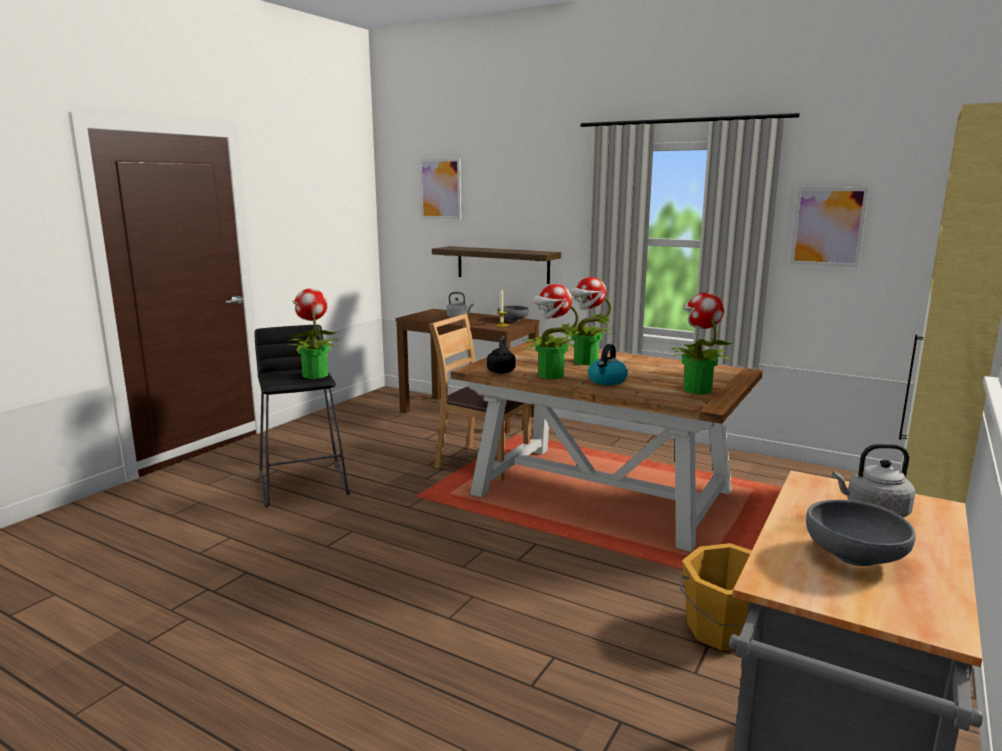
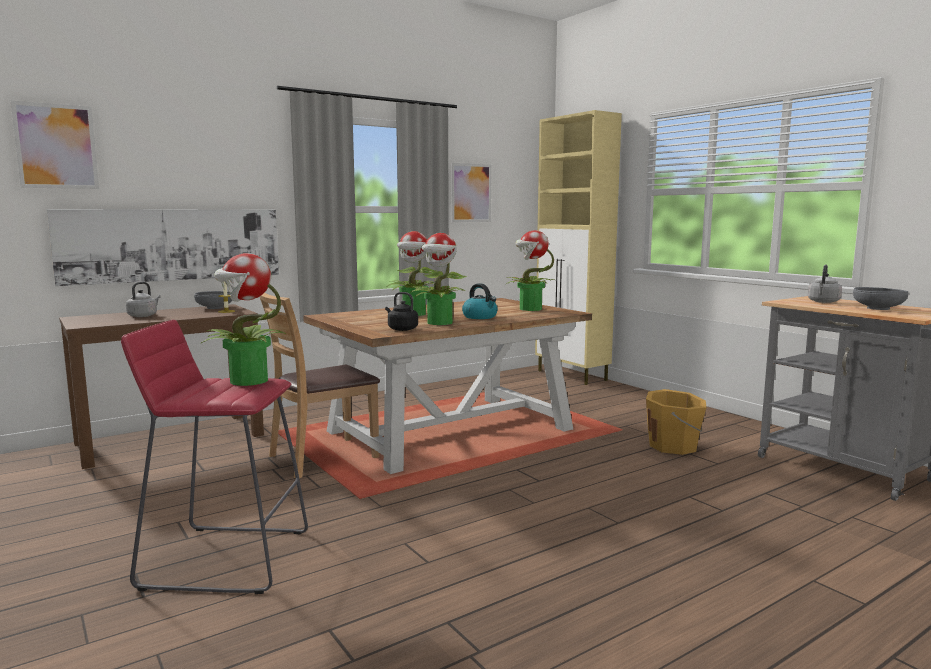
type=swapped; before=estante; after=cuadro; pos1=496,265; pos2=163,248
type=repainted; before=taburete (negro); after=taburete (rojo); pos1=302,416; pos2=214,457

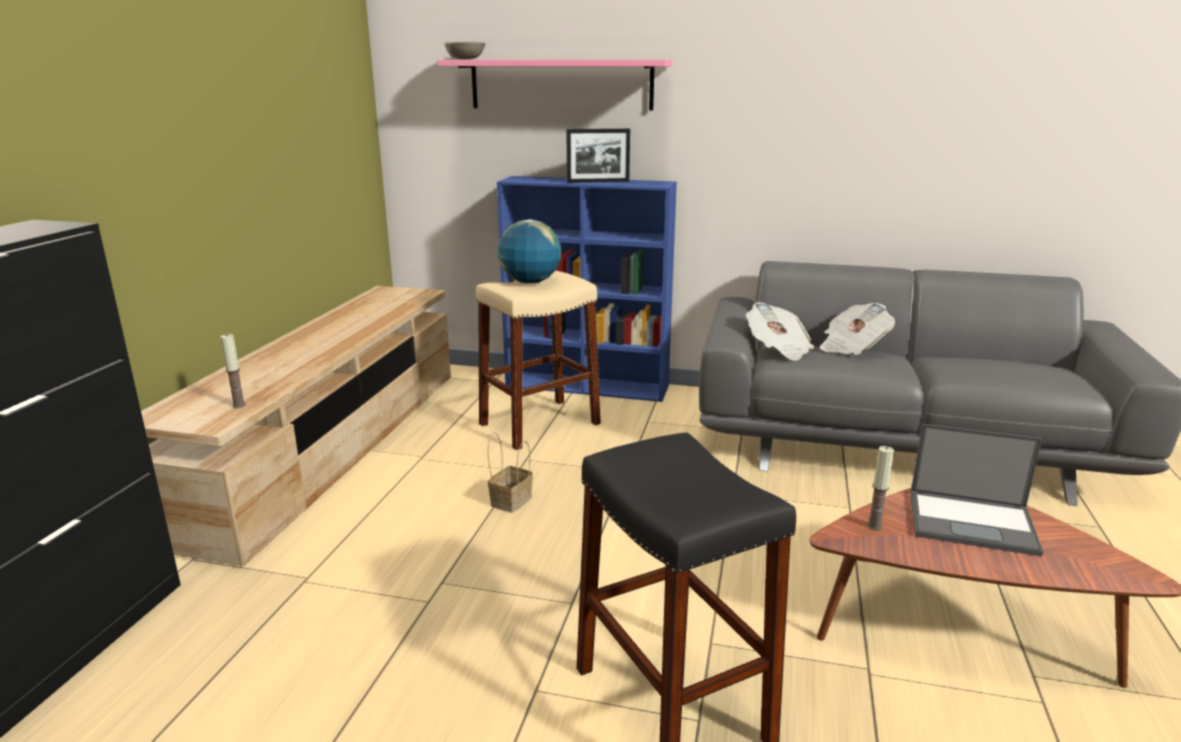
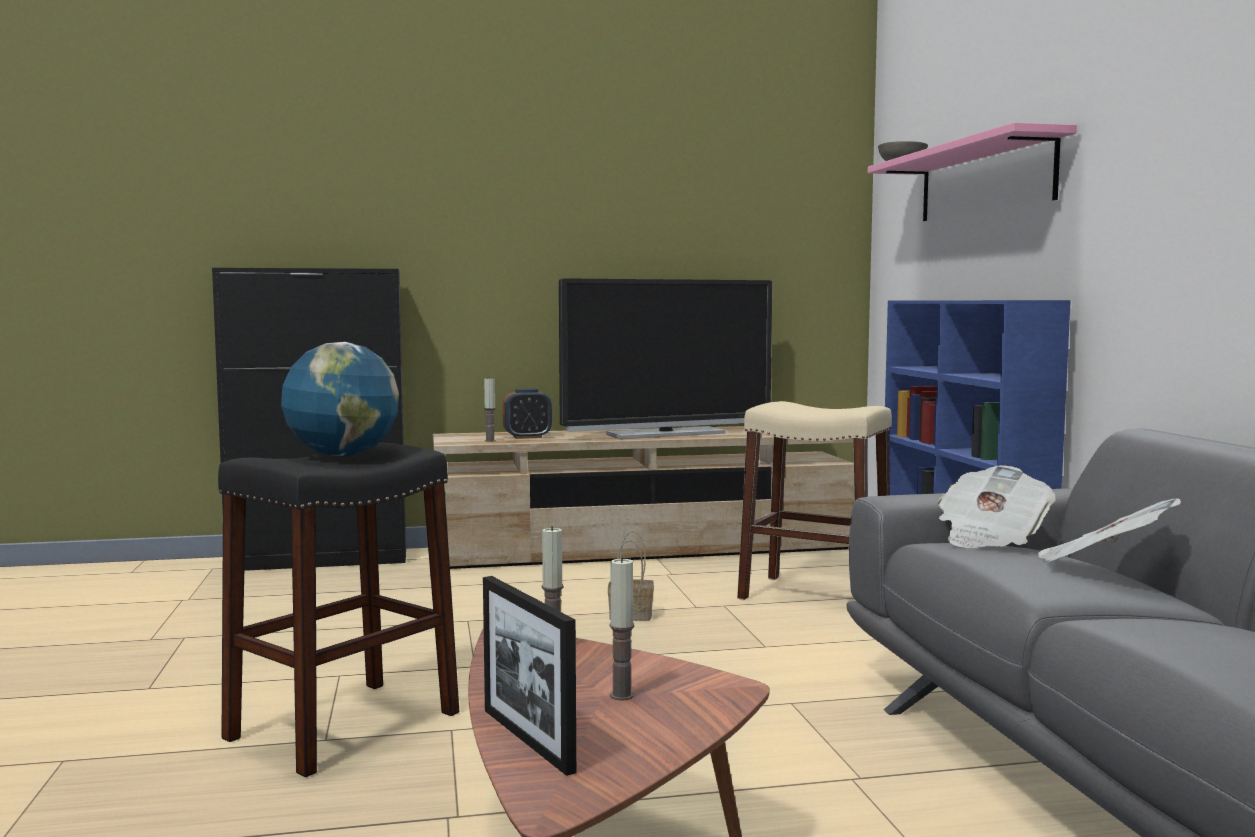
type=new; after=despertador; pos2=527,413
type=new; after=televisor; pos2=666,358
type=shifted; before=globo terráqueo; pos1=529,251; pos2=340,399
type=shifted; before=portarretratos; pos1=598,156; pos2=529,676
type=swapped; before=portátil; after=vela; pos1=976,490; pos2=621,629

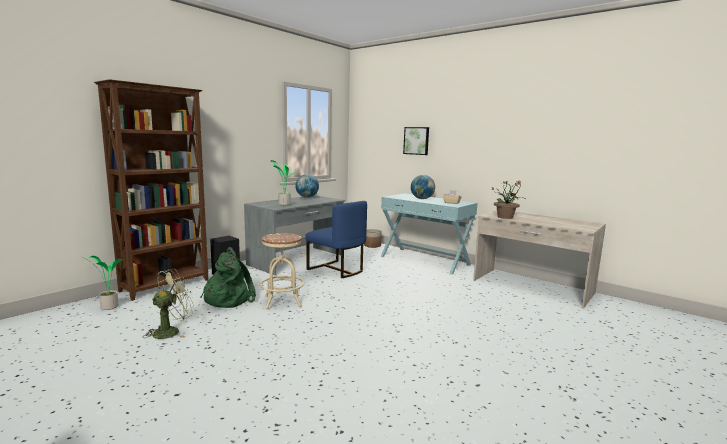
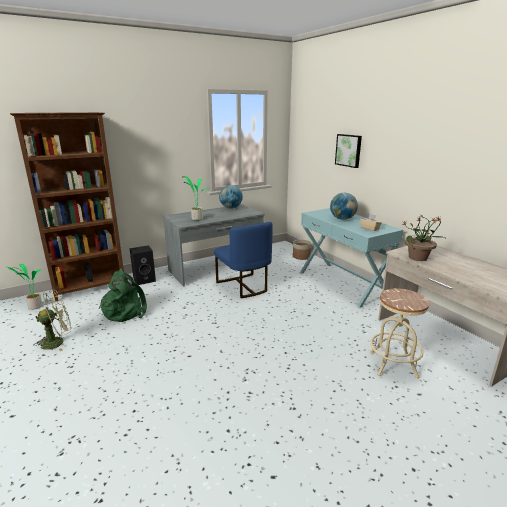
type=shifted; before=taburete (beis); pos1=282,271; pos2=399,333

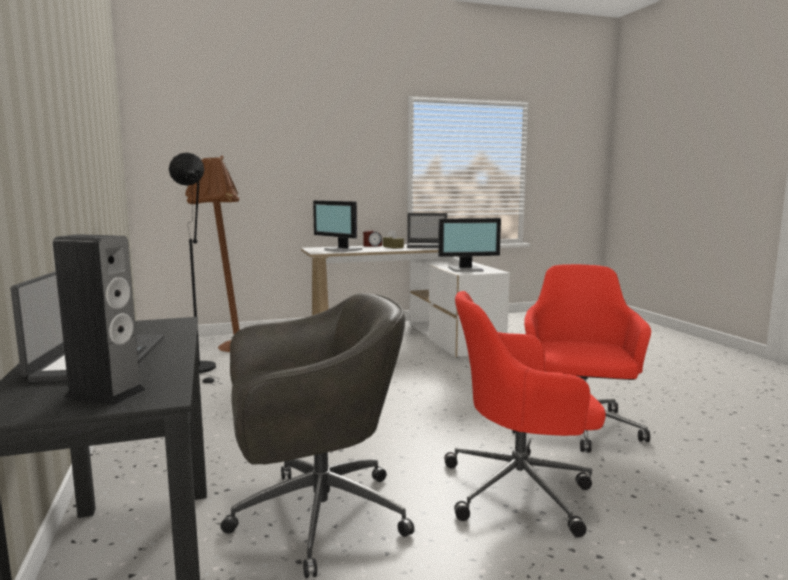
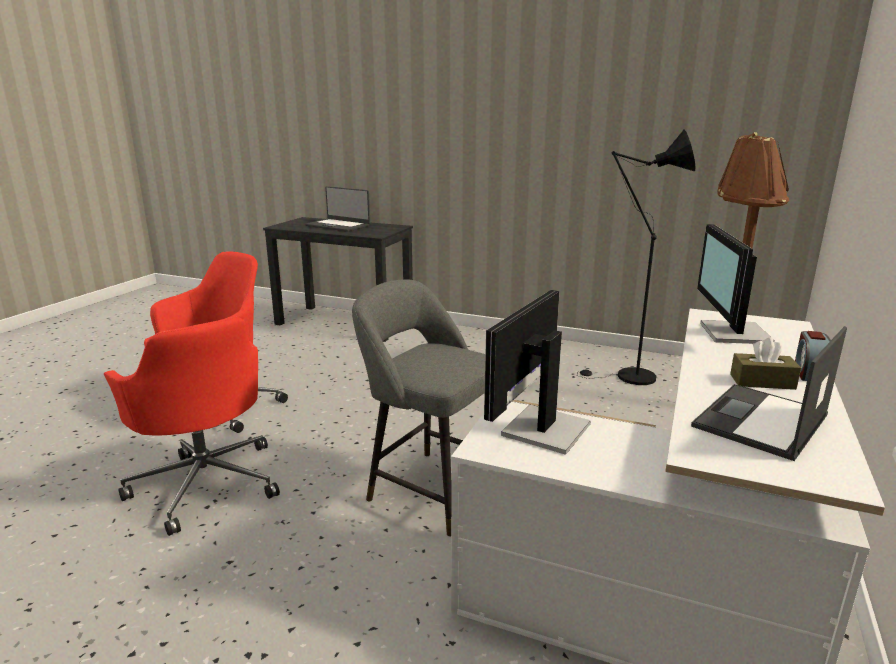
type=gone; before=altavoz; pos1=99,319
type=gone; before=silla de oficina (gris); pos1=317,435
type=new; after=taburete (gris); pos2=419,408
type=rotated; before=monitor; pos1=337,226; pos2=736,284; turn=-75

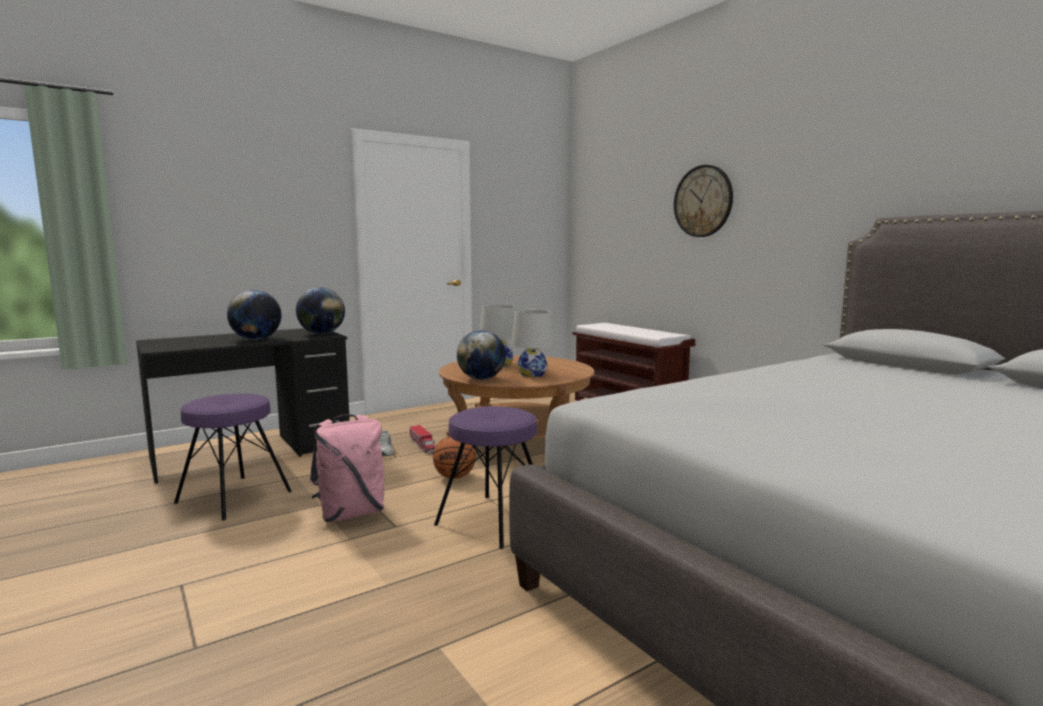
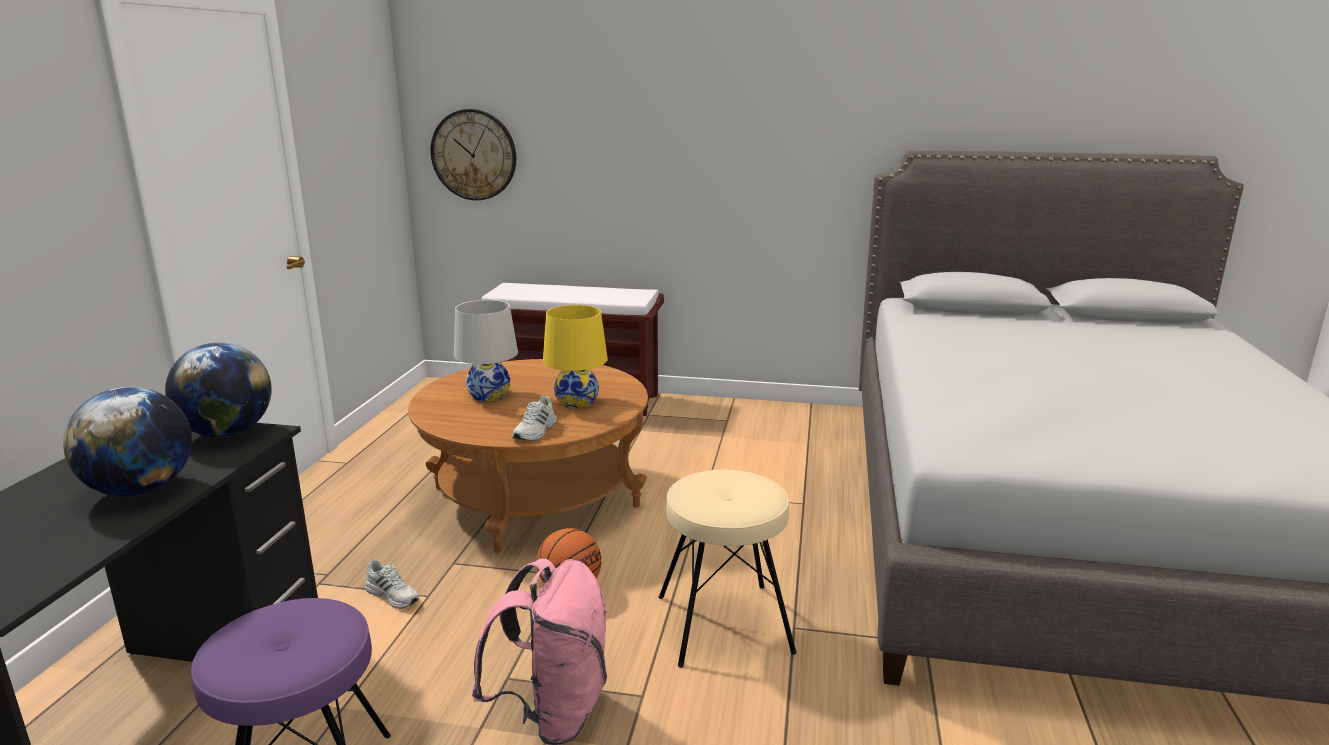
type=gone; before=camión de juguete; pos1=423,439
type=shifted; before=reloj de pared; pos1=703,201; pos2=473,155
type=swapped; before=globo terráqueo; after=zapato (blanco); pos1=481,355; pos2=534,418
type=repainted; before=taburete (morado); after=taburete (beis); pos1=485,477; pos2=727,569
type=repainted; before=lámpara de mesa (blanco); after=lámpara de mesa (amarillo); pos1=532,343; pos2=575,356

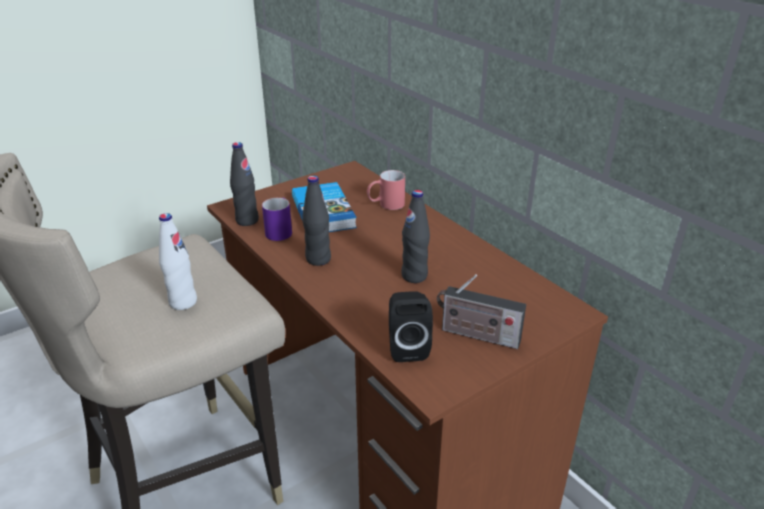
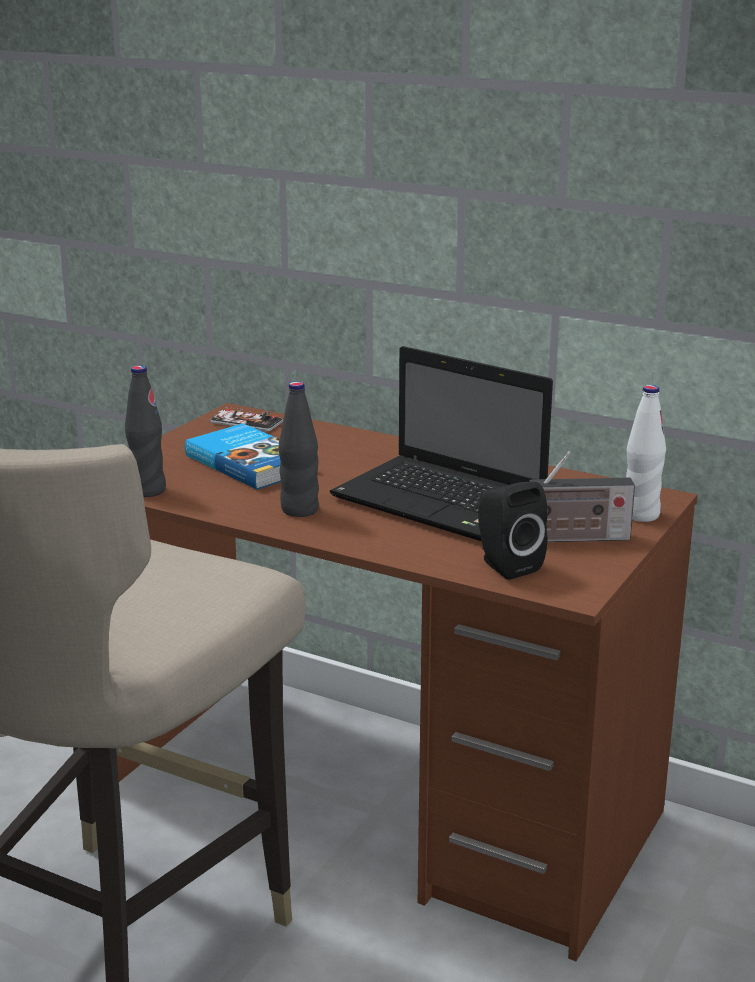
type=gone; before=taza grande (morado); pos1=277,219
type=gone; before=taza grande (rojo); pos1=386,190
type=new; after=móvil; pos2=246,419
type=shifted; before=botella (blanco); pos1=178,261; pos2=646,453
type=swapped; before=botella (negro); after=portátil; pos1=415,236; pos2=441,443

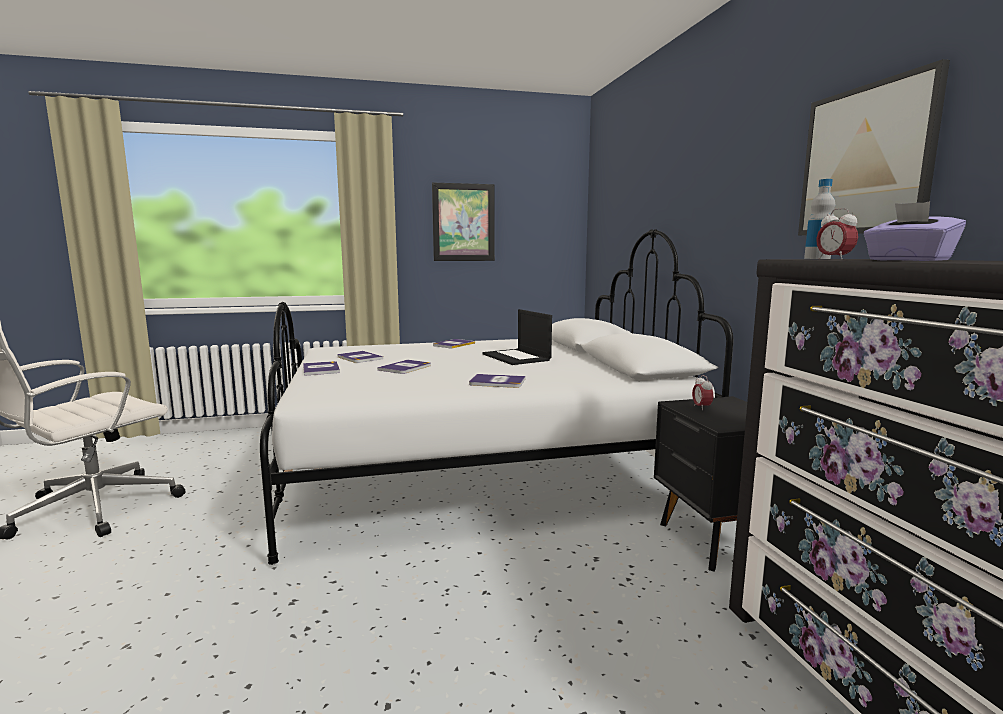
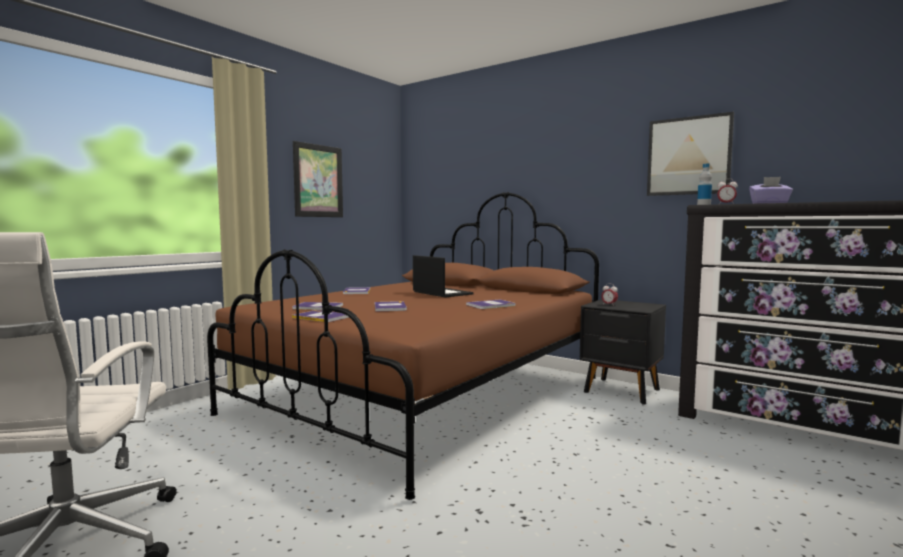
type=repainted; before=cama (blanco); after=cama (marrón); pos1=496,397; pos2=403,346
type=rotated; before=portátil; pos1=517,337; pos2=443,276; turn=-150

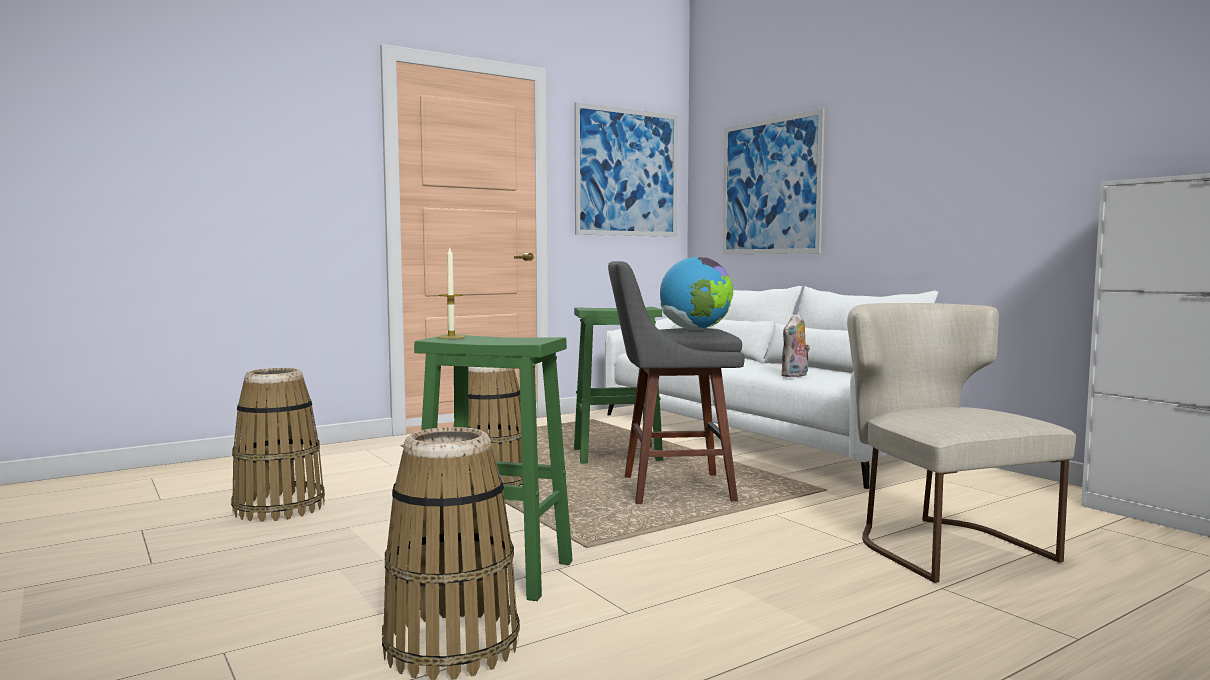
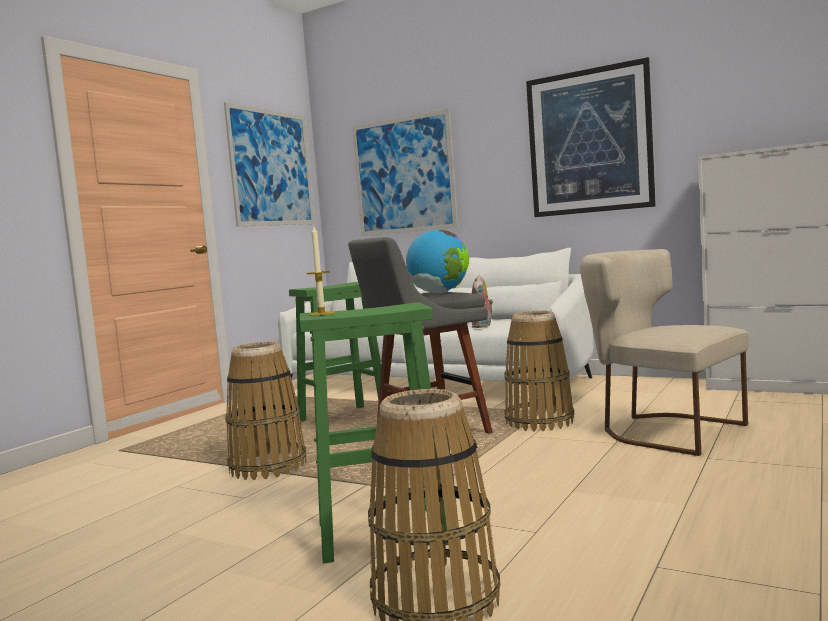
type=new; after=cuadro; pos2=591,137
type=shifted; before=cesta; pos1=278,445; pos2=539,371

